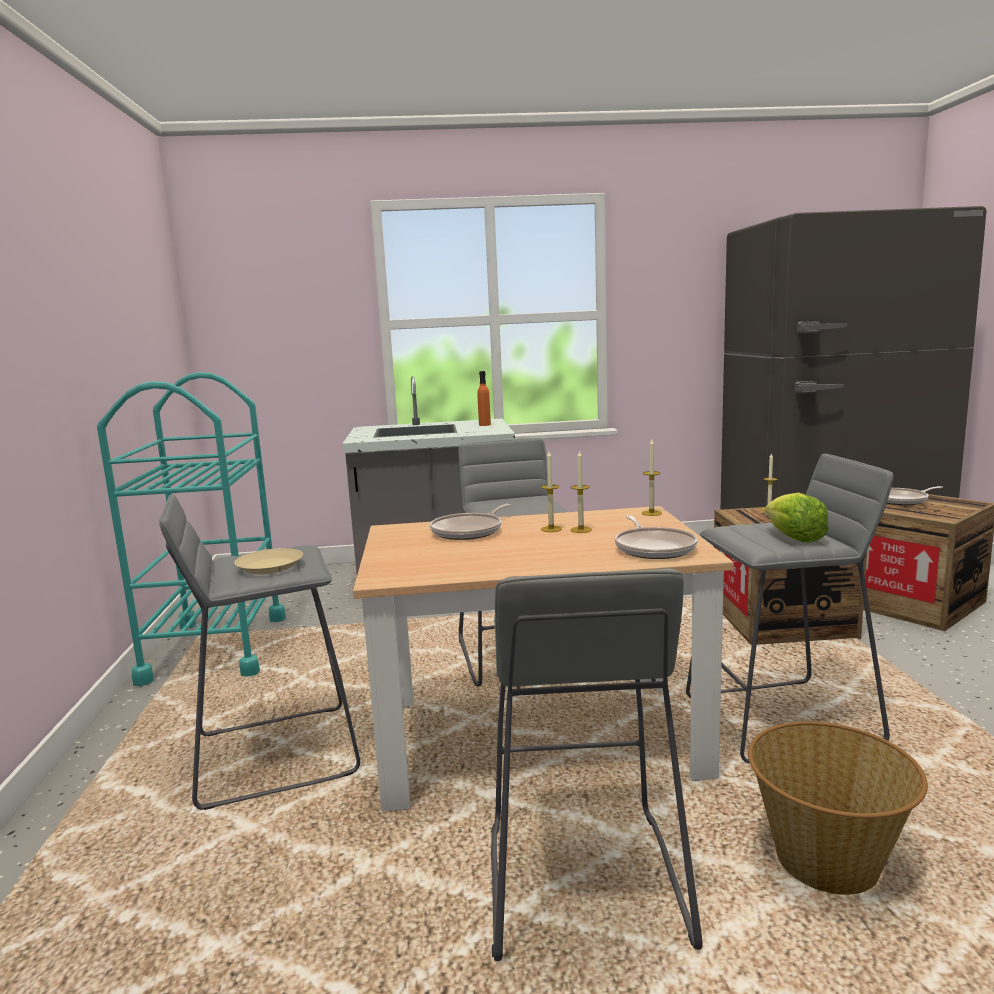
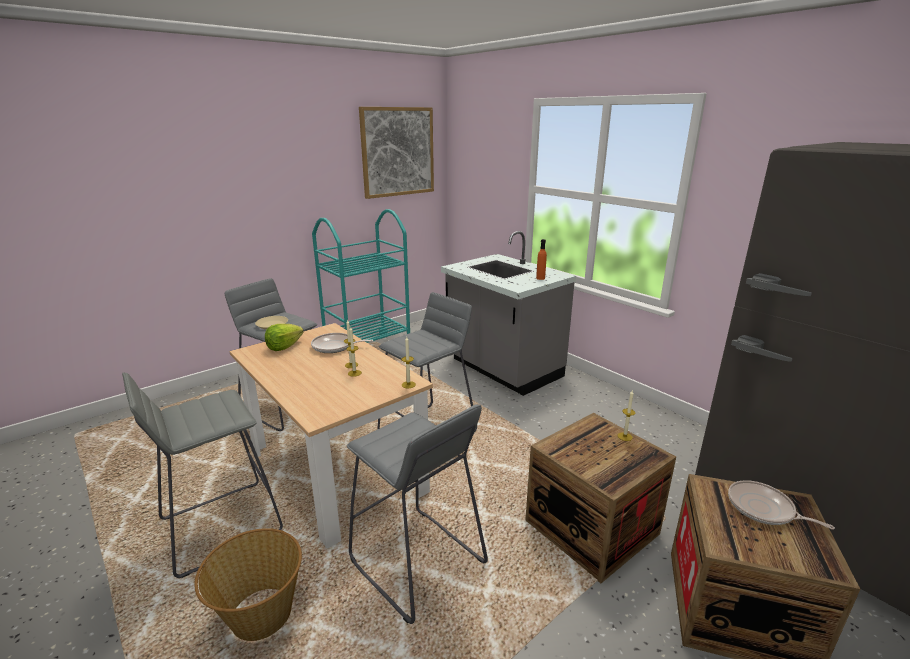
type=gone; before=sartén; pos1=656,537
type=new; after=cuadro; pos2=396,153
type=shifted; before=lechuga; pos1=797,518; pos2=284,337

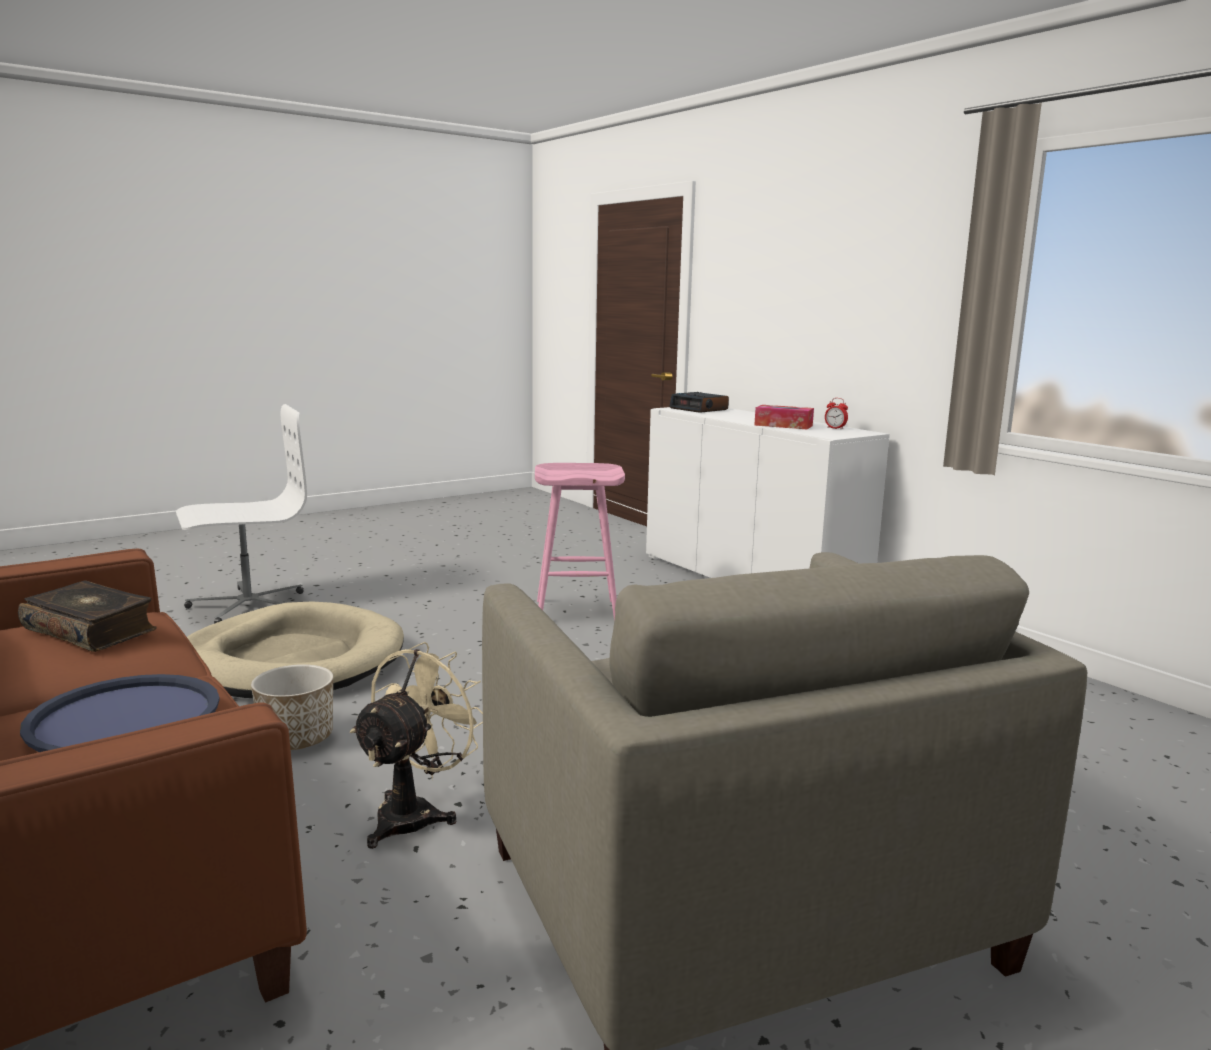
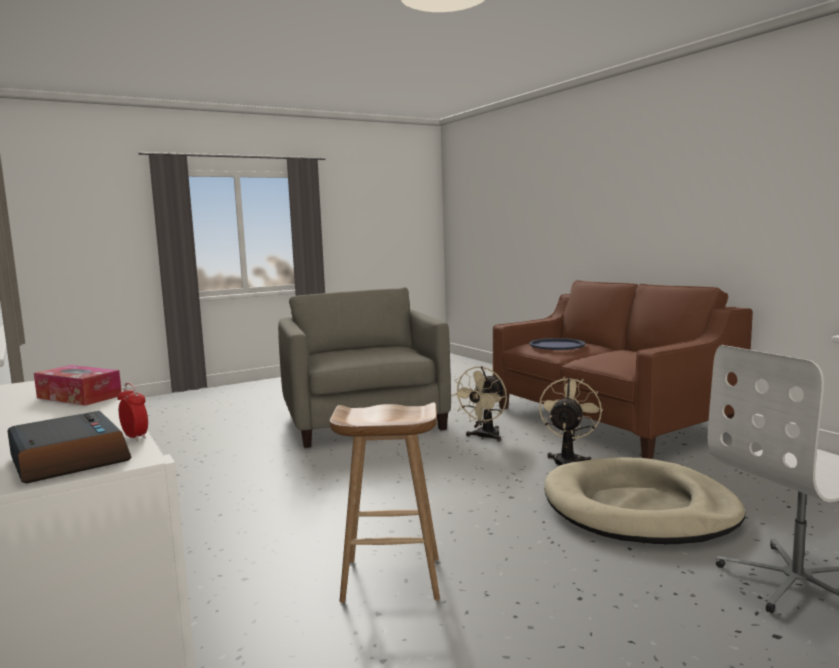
type=gone; before=libro; pos1=87,616
type=shifted; before=despertador; pos1=836,414; pos2=132,412
type=swapped; before=maceta; after=ventilador (beis); pos1=292,707; pos2=571,421
type=repainted; before=taburete (rosa); after=taburete (marrón); pos1=580,541; pos2=385,502

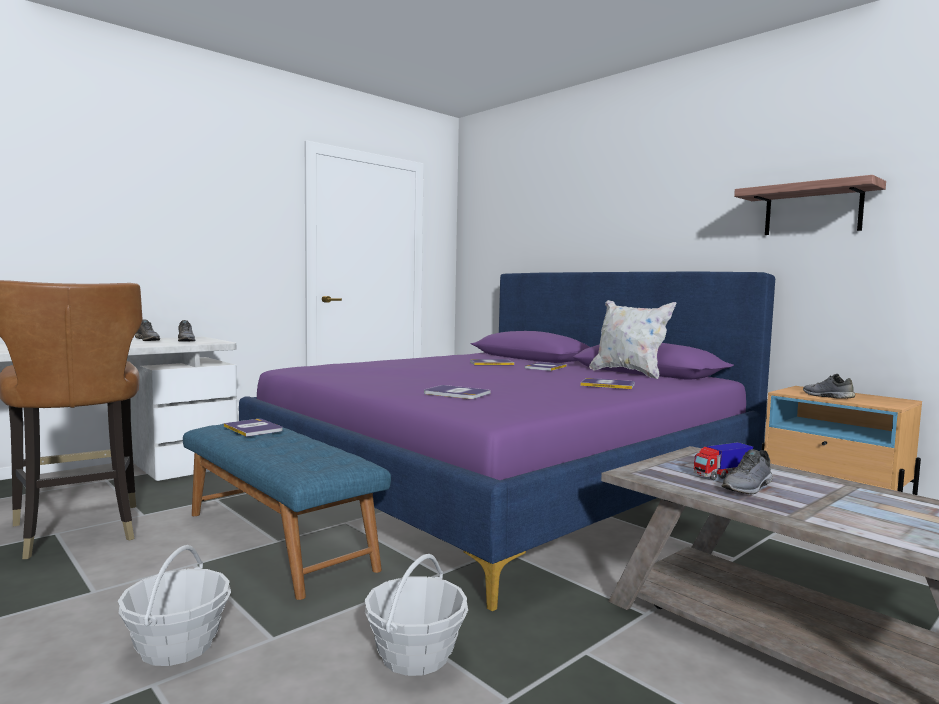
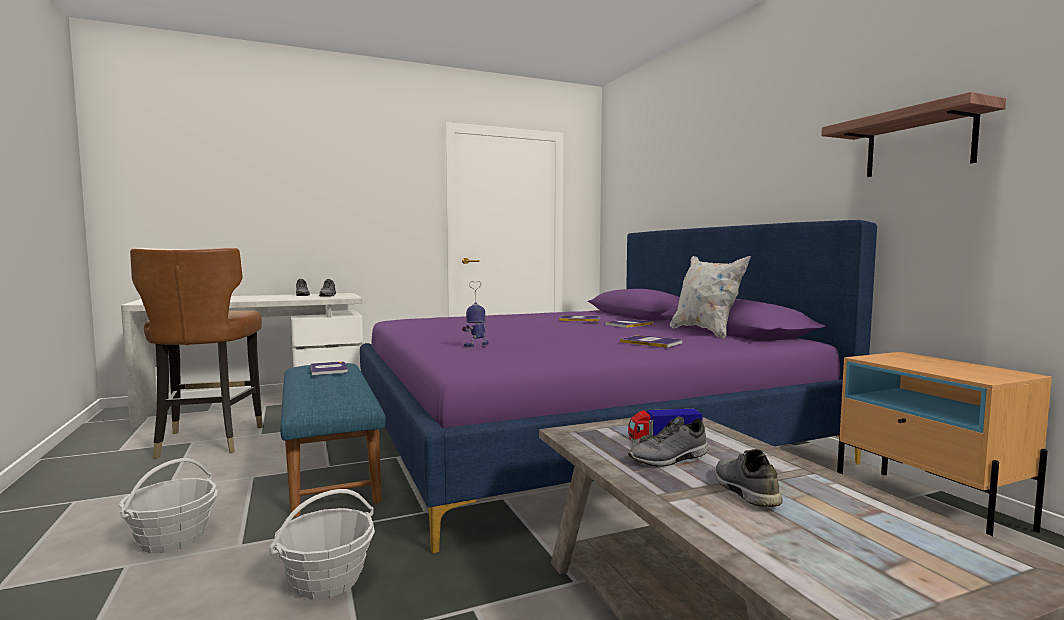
type=shifted; before=zapato (gris); pos1=829,386; pos2=749,478
type=swapped; before=libro; after=robot de juguete; pos1=457,392; pos2=475,314

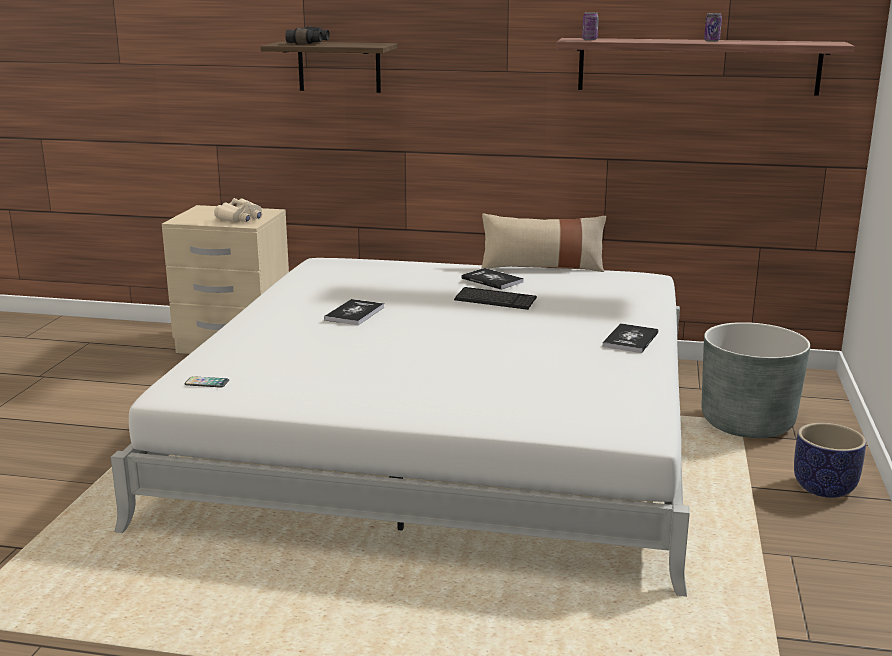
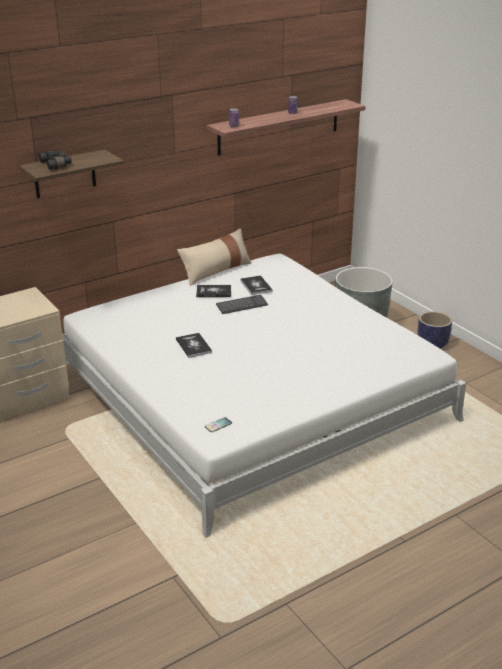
type=gone; before=prismáticos (beis); pos1=238,210
type=shifted; before=libro; pos1=630,338; pos2=256,285

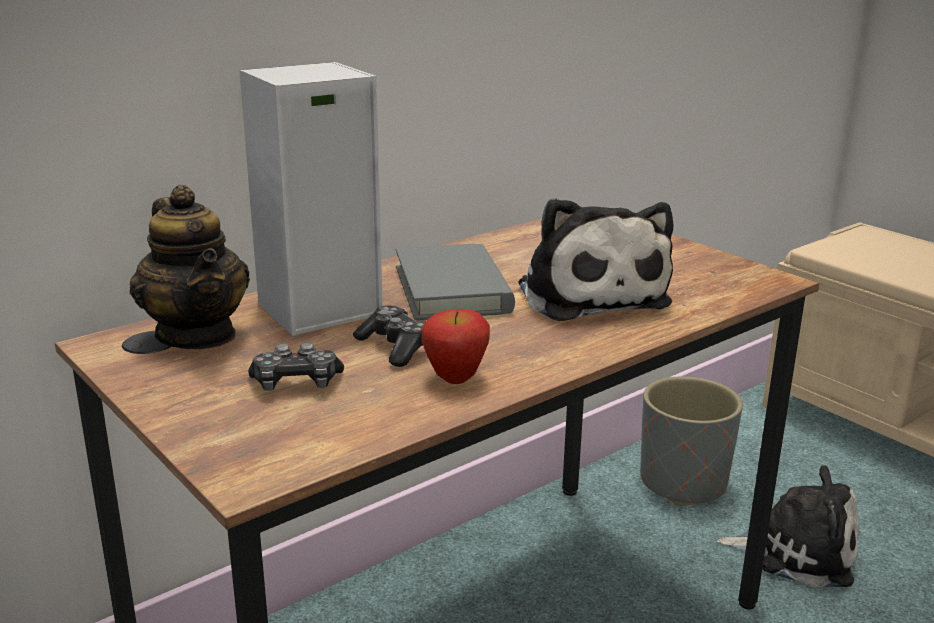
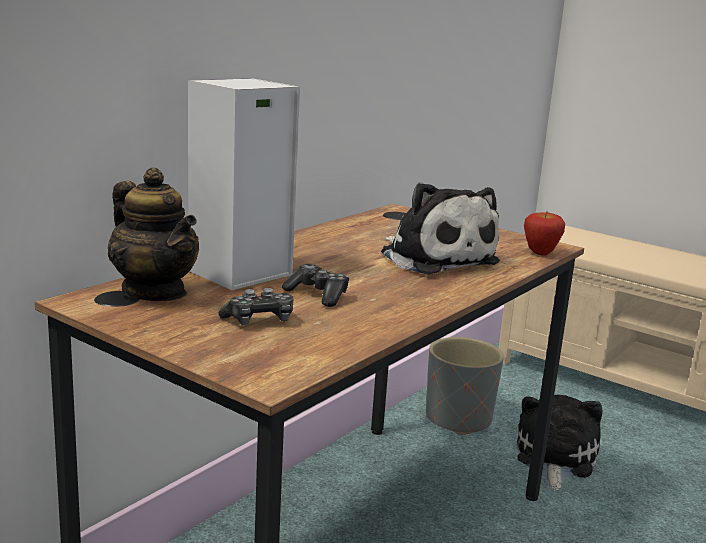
type=gone; before=libro (gris); pos1=455,282
type=shifted; before=manzana; pos1=455,346; pos2=544,234
type=rotated; before=peluche; pos1=788,526; pos2=559,443; turn=-75

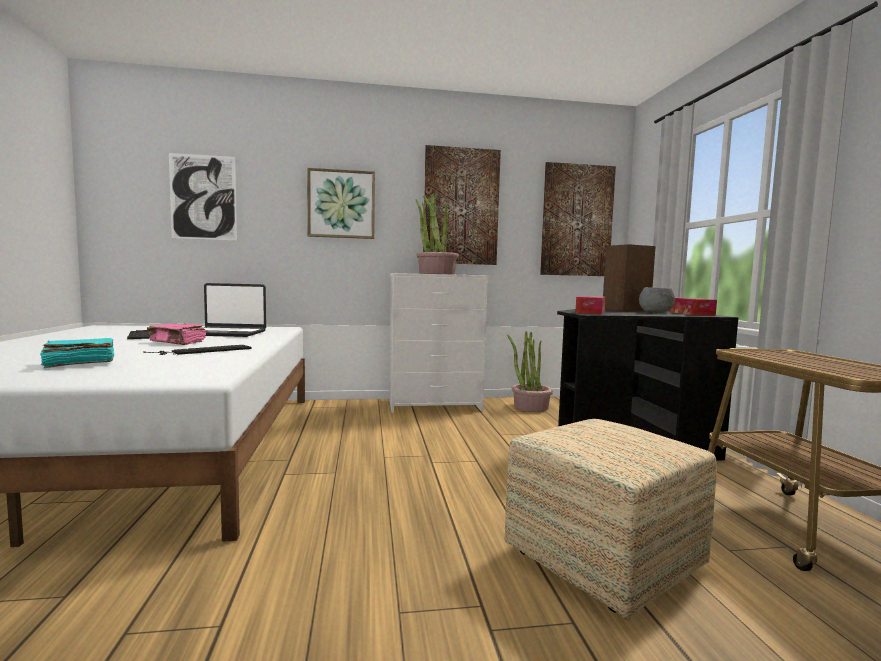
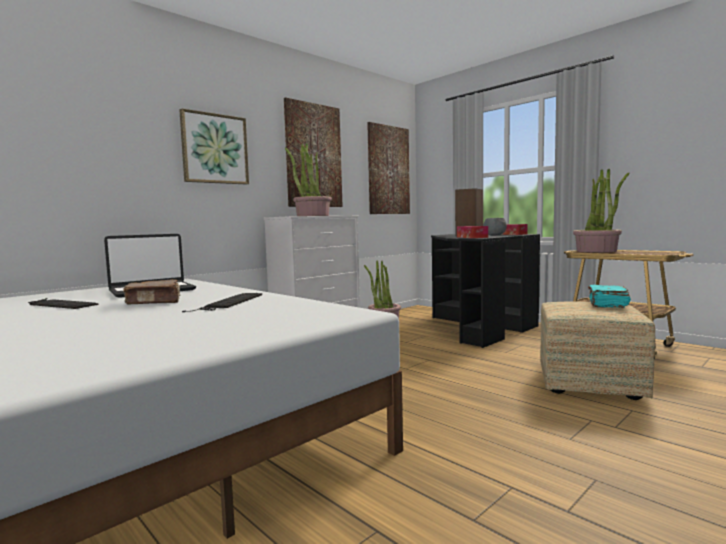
type=gone; before=cuadro; pos1=203,196
type=new; after=planta en maceta; pos2=601,210
type=shifted; before=libro (turquesa); pos1=77,353; pos2=609,296
type=repainted; before=libro (rosa); after=libro (marrón); pos1=176,334; pos2=151,291

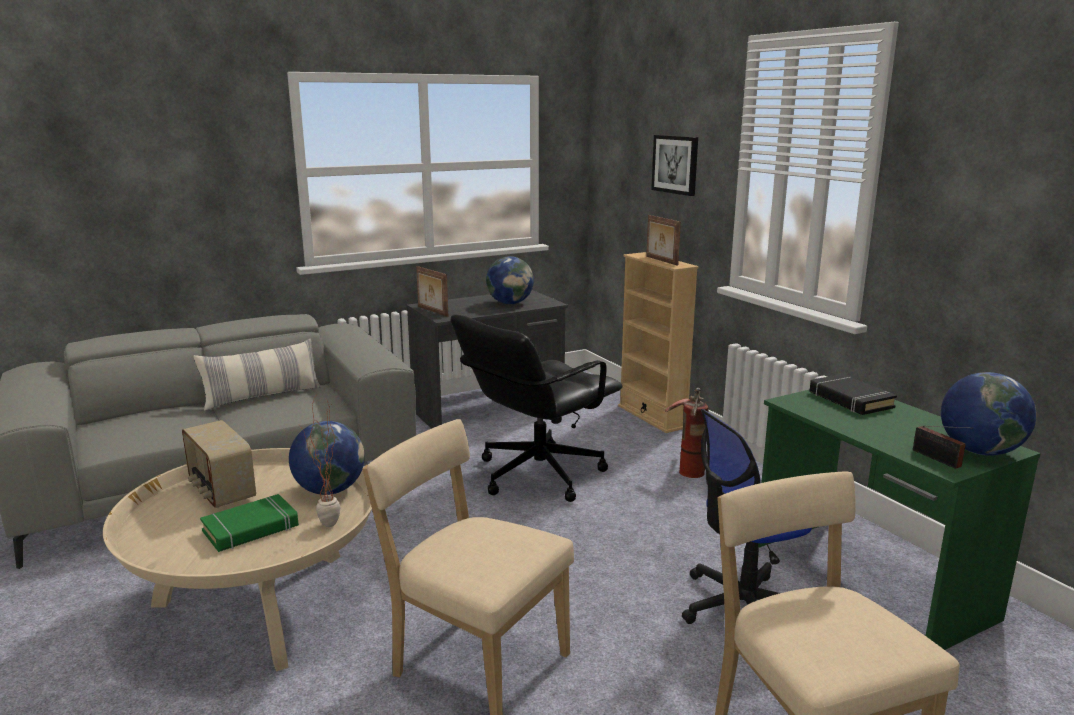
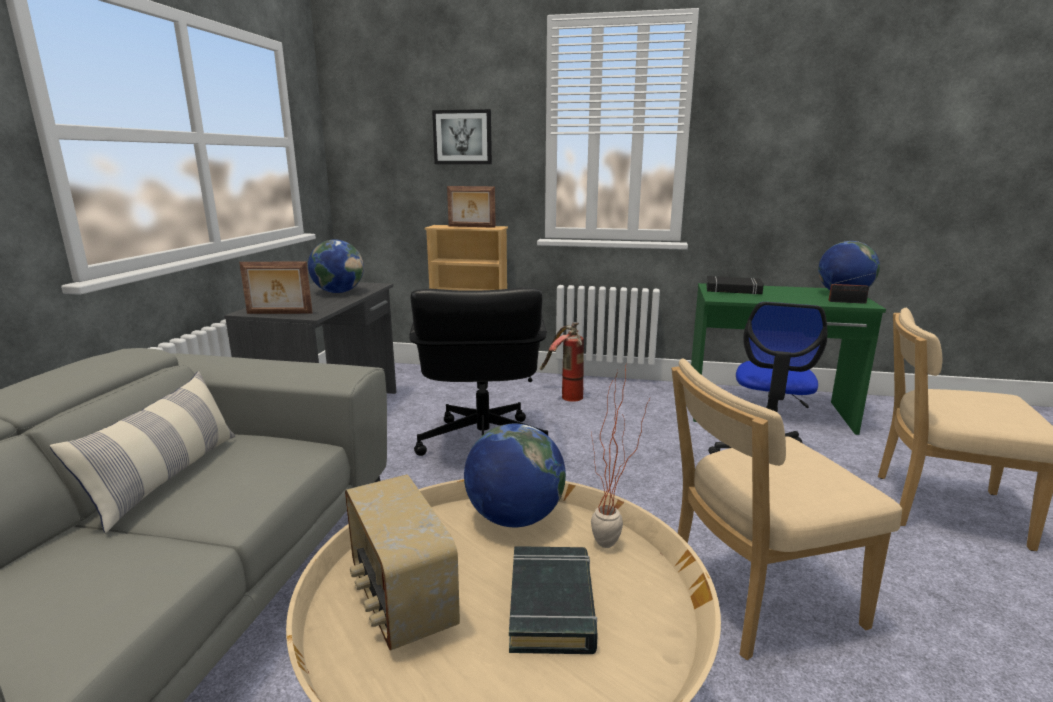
type=repainted; before=libro (verde); after=libro (negro); pos1=249,523; pos2=553,600
type=rotated; before=radio; pos1=219,464; pos2=402,562; turn=60

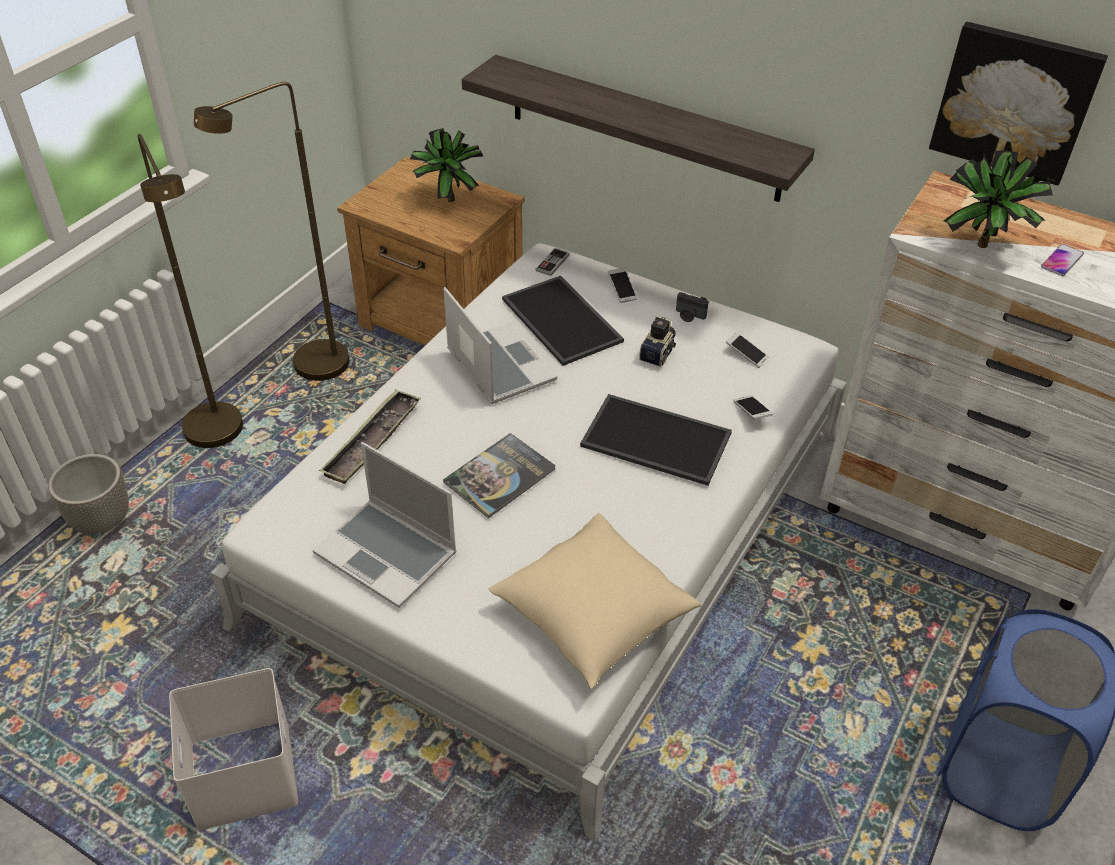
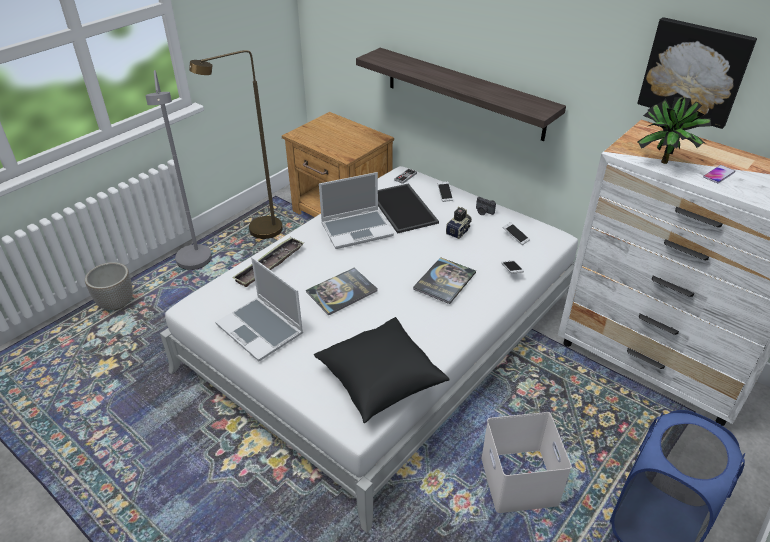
type=gone; before=planta en maceta; pos1=446,165
type=shifted; before=caja de almacenaje (blanco); pos1=233,749; pos2=526,462
type=swapped; before=bandeja; after=libro; pos1=656,440; pos2=444,280
type=repainted; before=lámpara de pie (marrón); after=lámpara de pie (gris); pos1=190,291; pos2=178,170
type=repainted; before=cojín (beis); after=cojín (negro); pos1=595,601; pos2=382,370
type=rotated; before=portátil; pos1=500,345; pos2=356,210; turn=90

